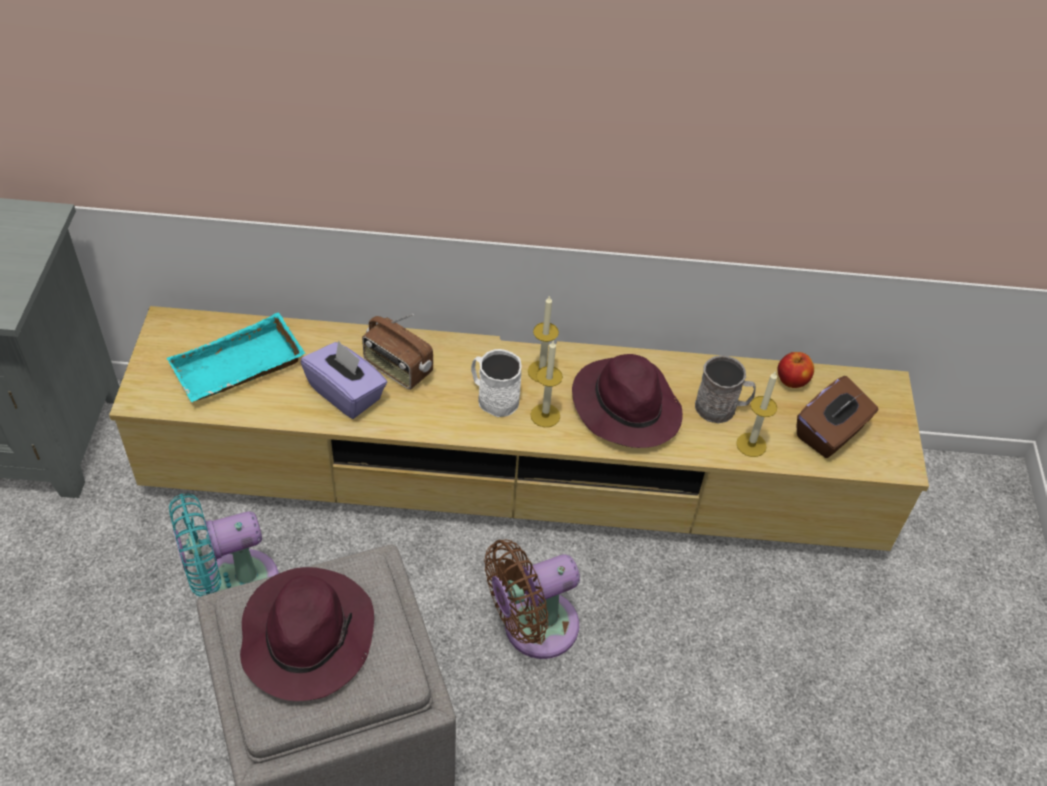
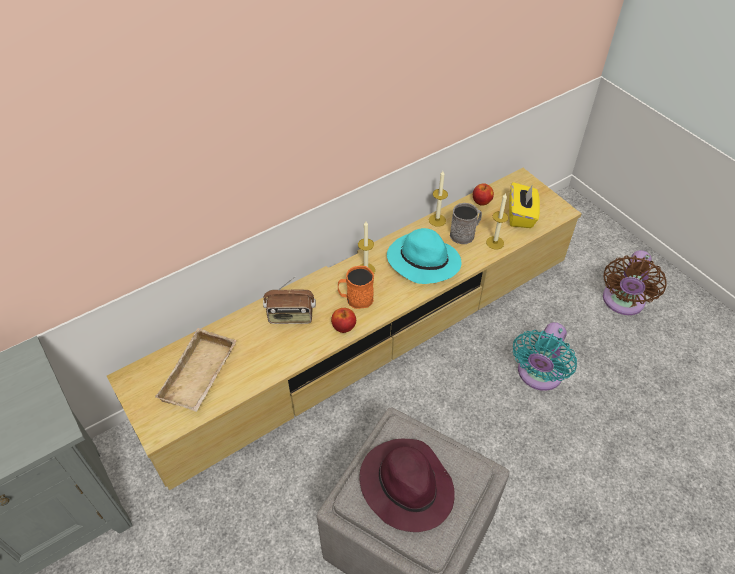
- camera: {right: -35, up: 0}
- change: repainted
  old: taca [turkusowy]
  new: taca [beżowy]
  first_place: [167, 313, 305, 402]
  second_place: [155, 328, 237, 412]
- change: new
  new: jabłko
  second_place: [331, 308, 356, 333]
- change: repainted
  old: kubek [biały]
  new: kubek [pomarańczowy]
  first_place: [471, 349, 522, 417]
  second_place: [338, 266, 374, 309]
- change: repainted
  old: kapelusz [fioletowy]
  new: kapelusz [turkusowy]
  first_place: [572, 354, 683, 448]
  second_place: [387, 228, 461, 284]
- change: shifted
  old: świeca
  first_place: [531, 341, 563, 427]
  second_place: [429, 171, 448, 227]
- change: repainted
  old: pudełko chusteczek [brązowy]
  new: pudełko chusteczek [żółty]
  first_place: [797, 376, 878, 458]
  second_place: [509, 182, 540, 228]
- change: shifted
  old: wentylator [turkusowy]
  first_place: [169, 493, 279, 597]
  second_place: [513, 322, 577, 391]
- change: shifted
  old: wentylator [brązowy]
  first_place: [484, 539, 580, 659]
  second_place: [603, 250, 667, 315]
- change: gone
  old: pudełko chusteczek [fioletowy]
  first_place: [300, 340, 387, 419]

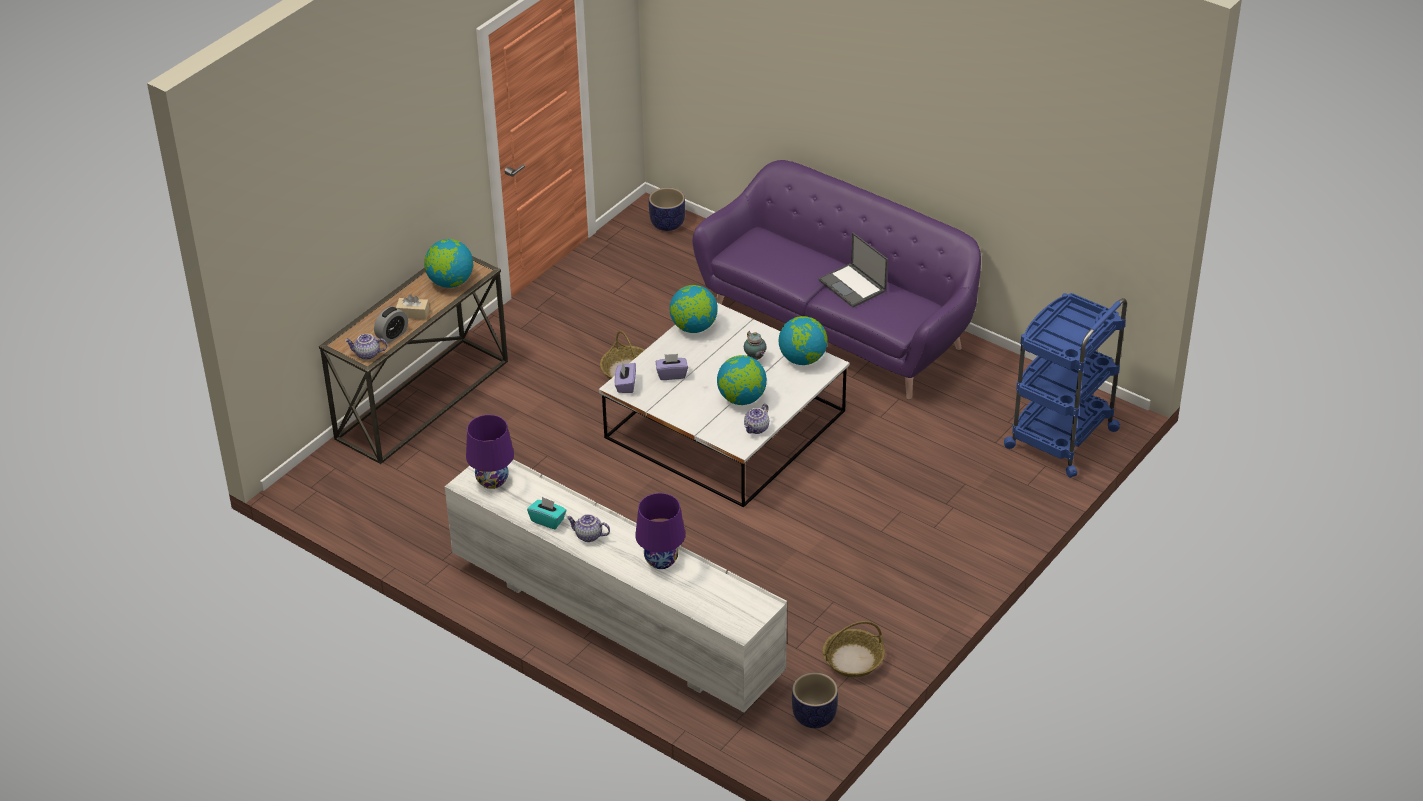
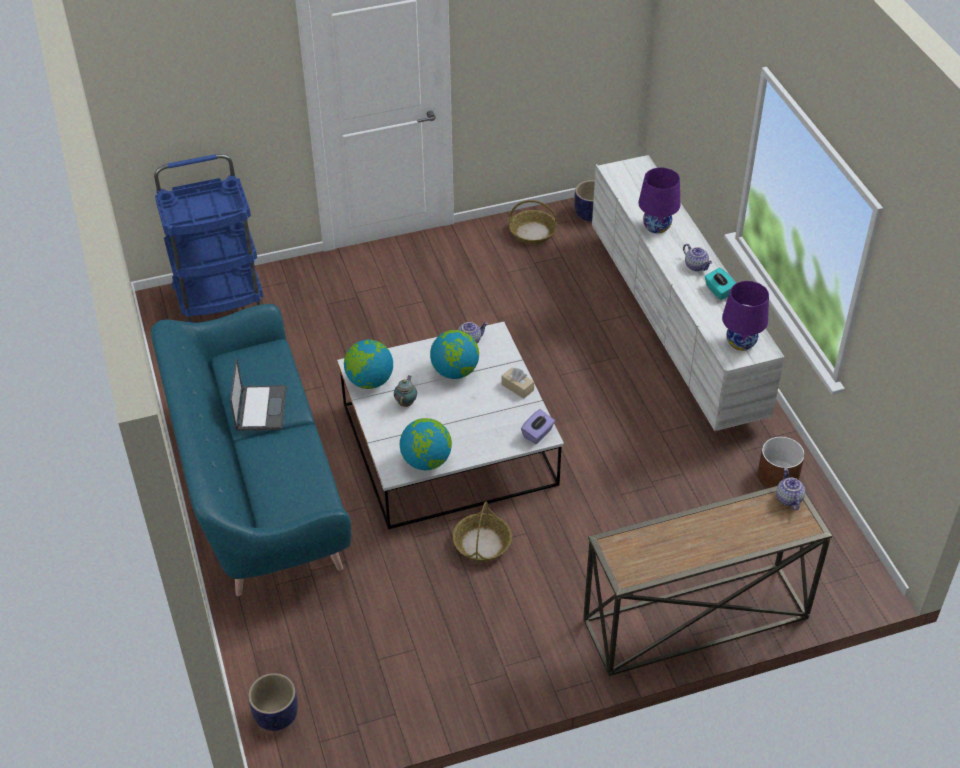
- camera: {right: -145, up: 5}
- change: repainted
  old: kanapa [fioletowy]
  new: kanapa [turkusowy]
  first_place: [692, 160, 981, 400]
  second_place: [151, 304, 351, 597]
- change: shifted
  old: pudełko chusteczek [beżowy]
  first_place: [396, 294, 429, 320]
  second_place: [502, 368, 534, 399]
- change: new
  new: donica [brązowy]
  second_place: [758, 437, 805, 488]
- change: rotated
  old: imbryk
  first_place: [345, 334, 387, 360]
  second_place: [776, 468, 805, 510]
  degrees: -135
- change: gone
  old: budzik
  first_place: [374, 307, 408, 343]
- change: gone
  old: globus
  first_place: [424, 239, 473, 288]
- change: gone
  old: pudełko chusteczek [fioletowy]
  first_place: [656, 354, 688, 380]

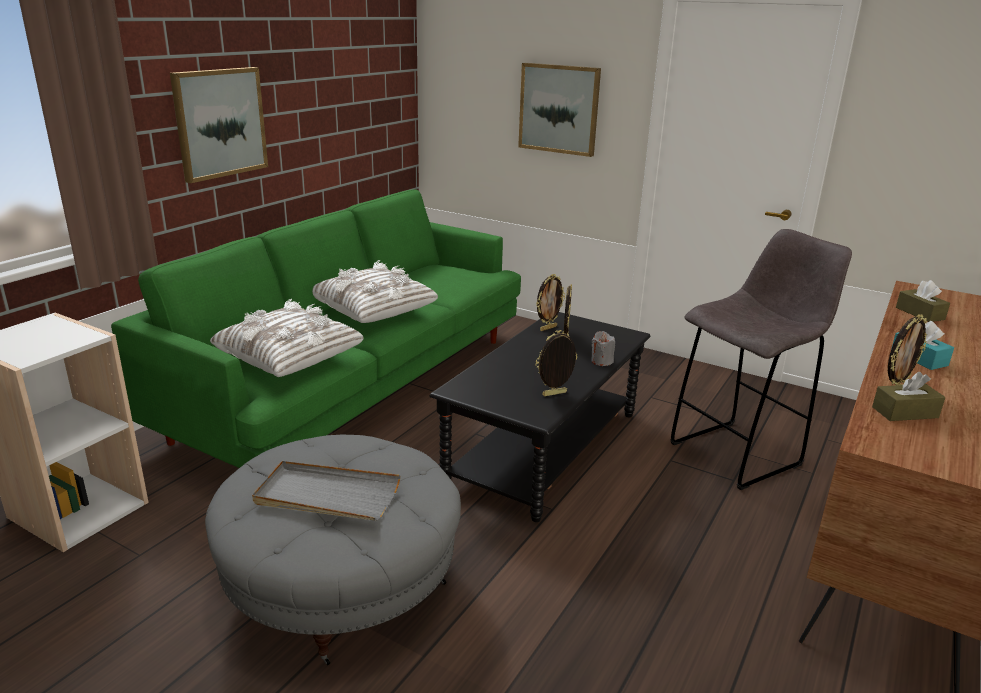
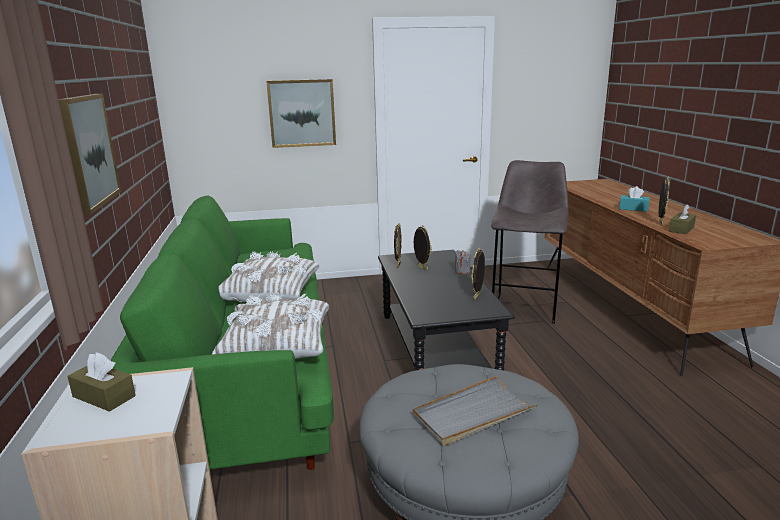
- camera: {right: -40, up: -5}
- change: shifted
  old: pudełko chusteczek [brązowy]
  first_place: [896, 280, 950, 322]
  second_place: [67, 352, 136, 412]

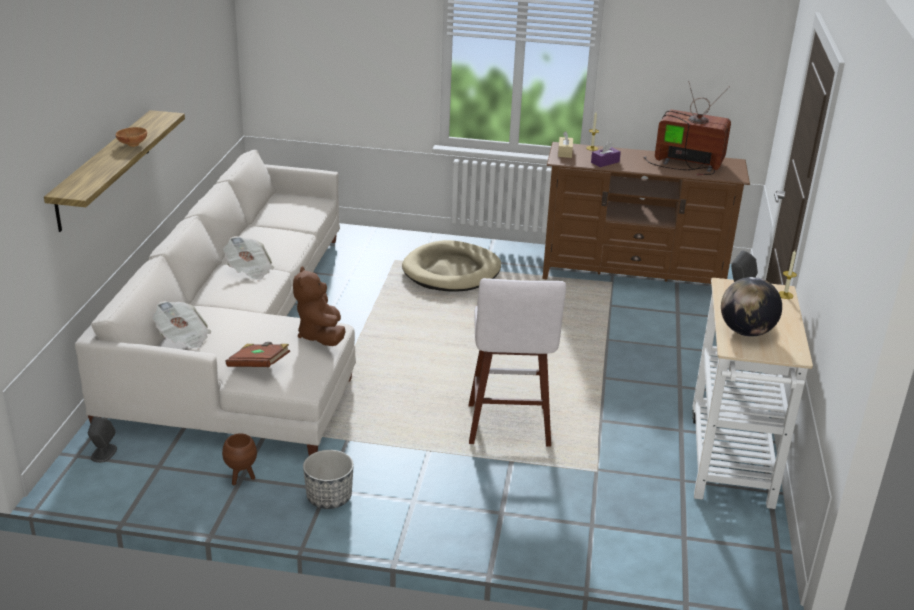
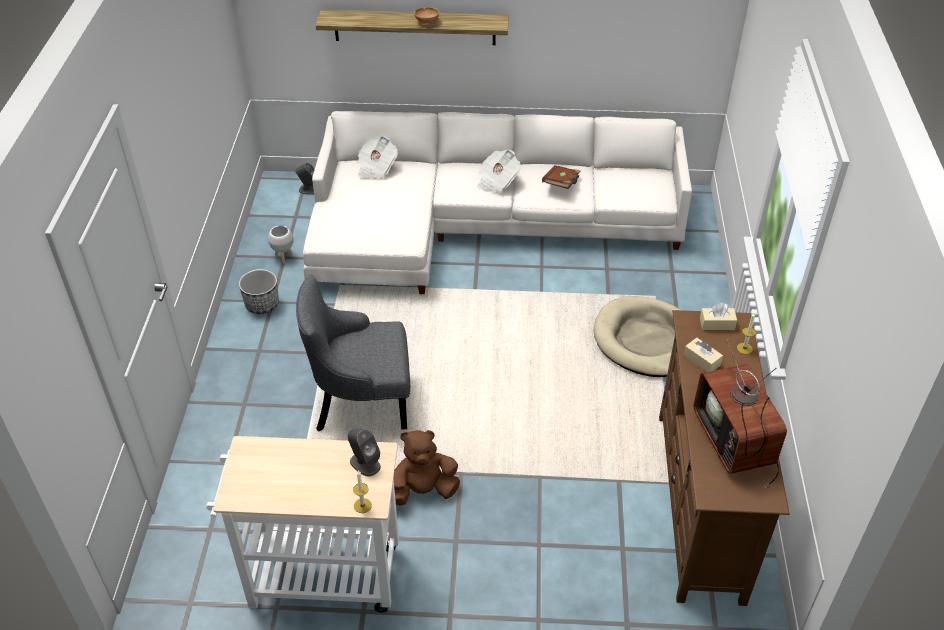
- camera: {right: 85, up: 15}
- change: repainted
  old: donica [brązowy]
  new: donica [biały]
  first_place: [222, 433, 257, 485]
  second_place: [268, 225, 294, 264]
- change: swapped
  old: stołek [biały]
  new: fotel [szary]
  first_place: [469, 278, 566, 447]
  second_place: [296, 274, 410, 432]
- change: shifted
  old: pluszak [brązowy]
  first_place: [293, 266, 346, 346]
  second_place: [394, 430, 460, 506]
- change: shifted
  old: książka [brązowy]
  first_place: [225, 342, 290, 367]
  second_place: [542, 165, 580, 189]
- change: repainted
  old: pudełko chusteczek [fioletowy]
  new: pudełko chusteczek [beżowy]
  first_place: [591, 141, 621, 167]
  second_place: [683, 338, 723, 372]
- change: rotated
  old: telewizor
  first_place: [643, 81, 731, 175]
  second_place: [694, 340, 787, 488]
  degrees: 150
- change: gone
  old: globus
  first_place: [721, 277, 782, 336]

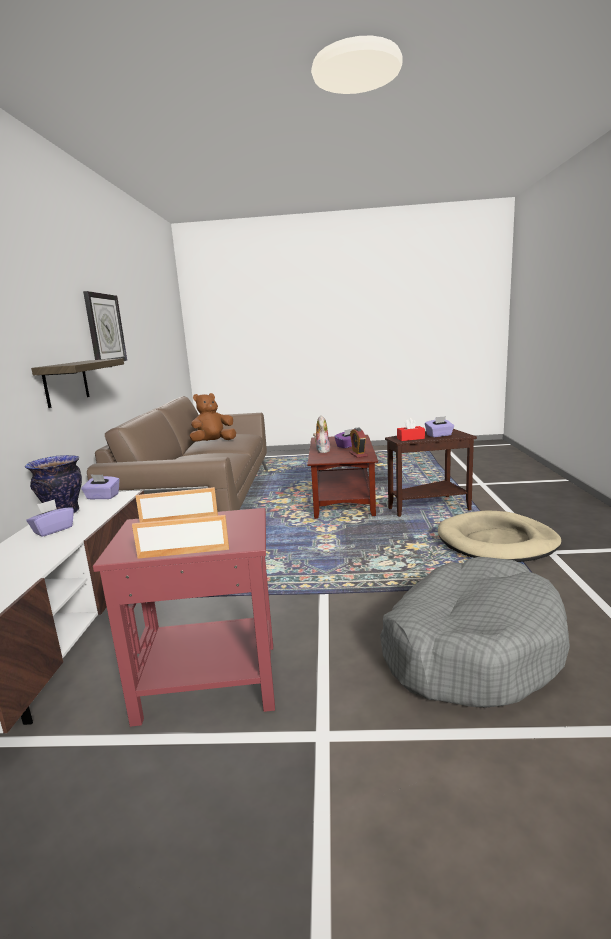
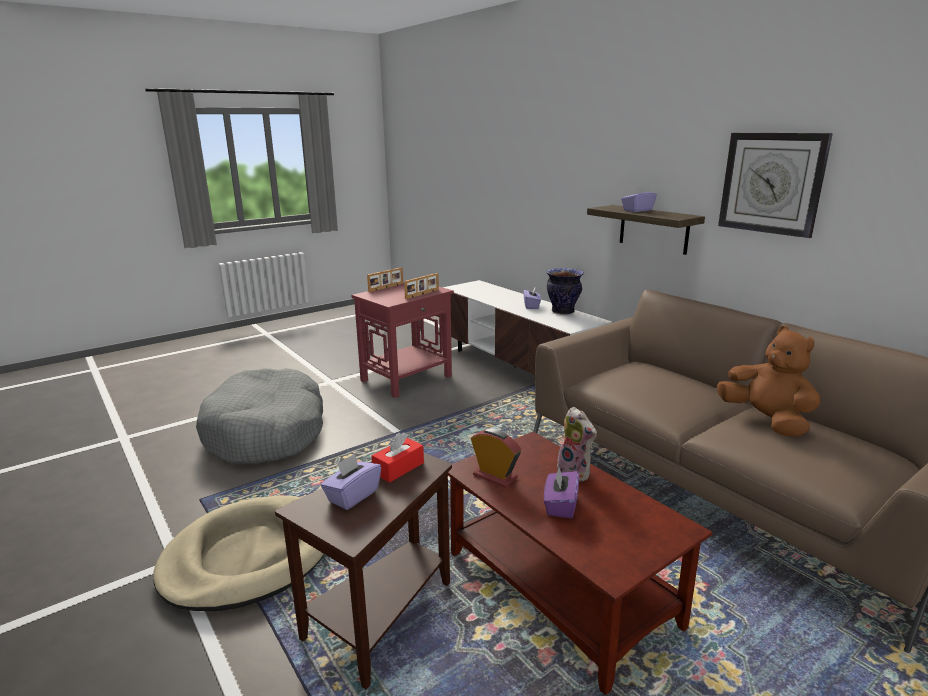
- camera: {right: 140, up: 5}
- change: shifted
  old: pudełko chusteczek [fioletowy]
  first_place: [81, 474, 120, 499]
  second_place: [621, 185, 657, 212]
- change: rotated
  old: pluszak [brązowy]
  first_place: [189, 393, 236, 442]
  second_place: [717, 326, 820, 437]
  degrees: -45

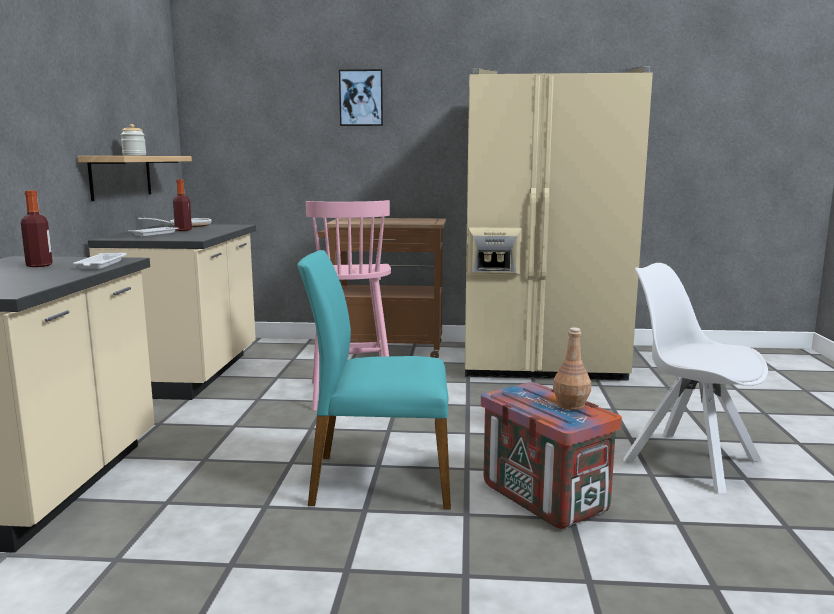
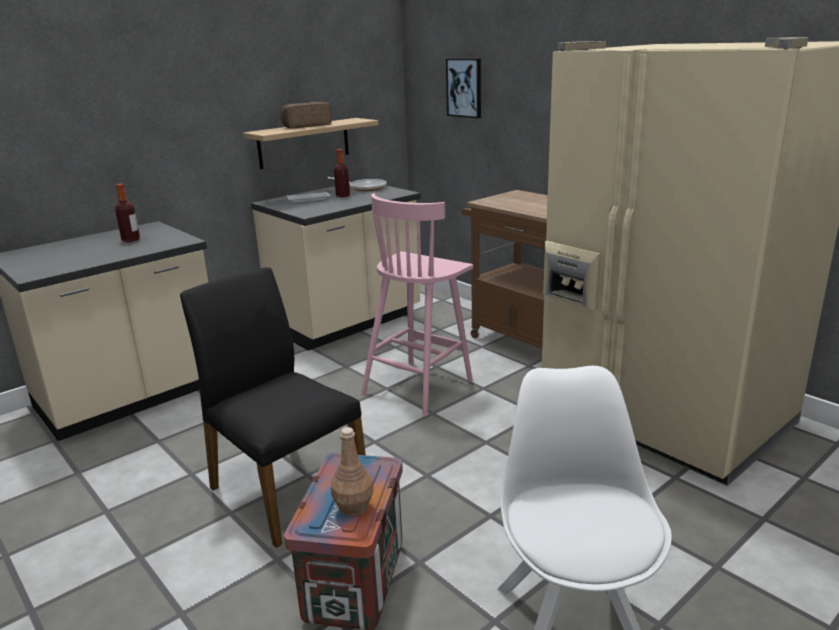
- camera: {right: 45, up: 10}
- change: repainted
  old: krzesło [turkusowy]
  new: krzesło [czarny]
  first_place: [298, 250, 451, 510]
  second_place: [180, 267, 366, 548]
- change: swapped
  old: słoik
  new: chleb
  first_place: [121, 124, 146, 156]
  second_place: [281, 102, 331, 128]
- change: shifted
  old: obraz
  first_place: [339, 69, 383, 126]
  second_place: [446, 58, 481, 118]
- change: gone
  old: taca [biały]
  first_place: [73, 253, 127, 269]

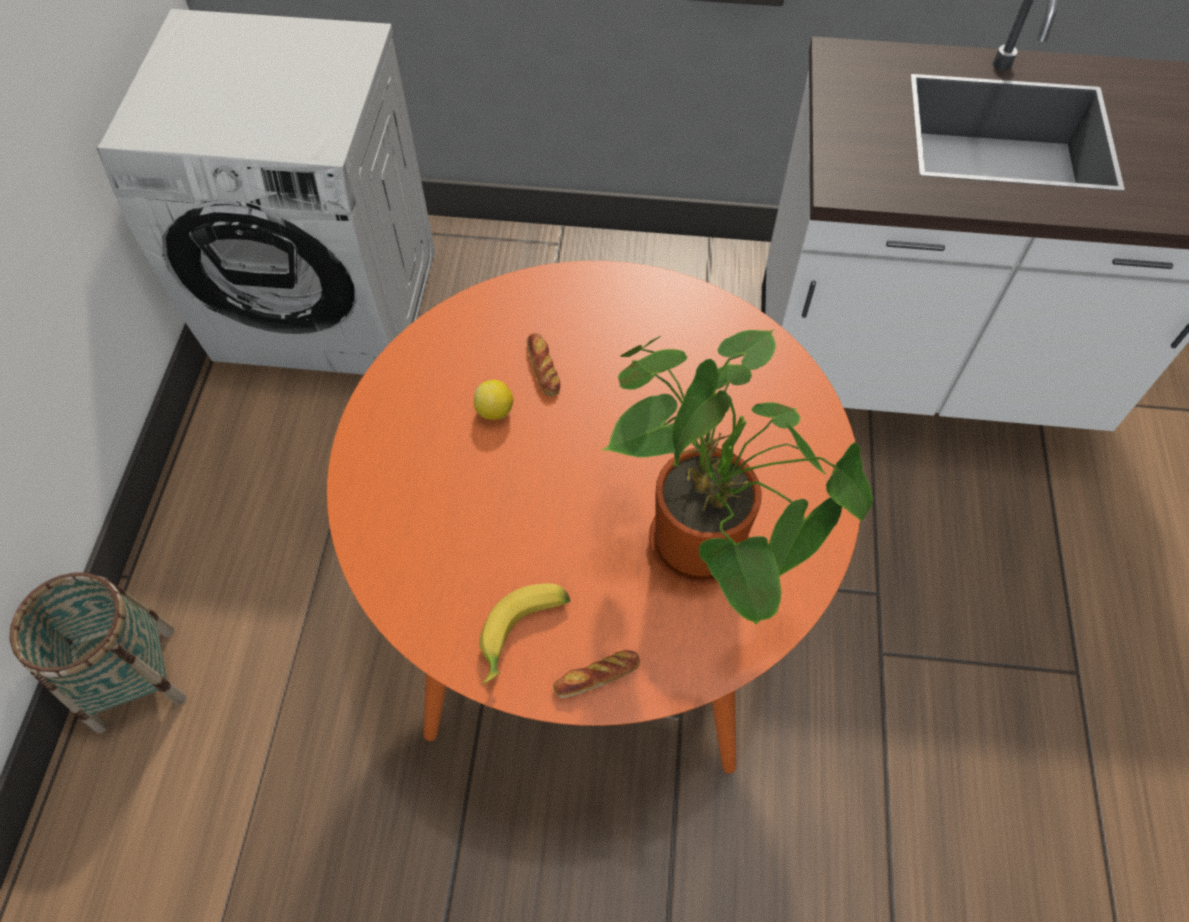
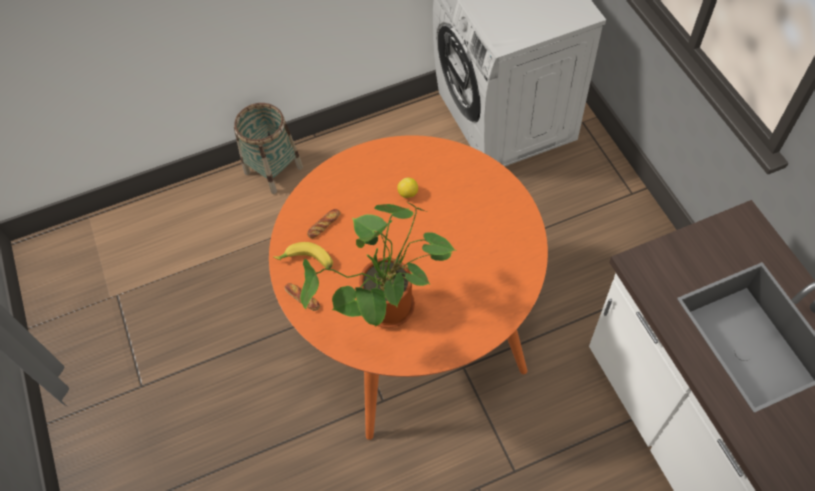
- camera: {right: 65, up: 0}
- change: shifted
  old: chleb
  first_place: [527, 333, 560, 396]
  second_place: [307, 209, 340, 239]

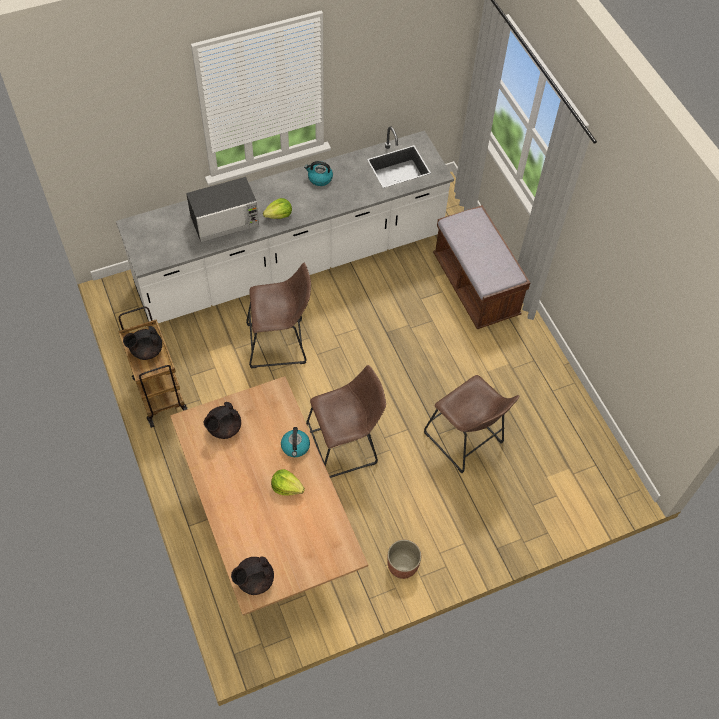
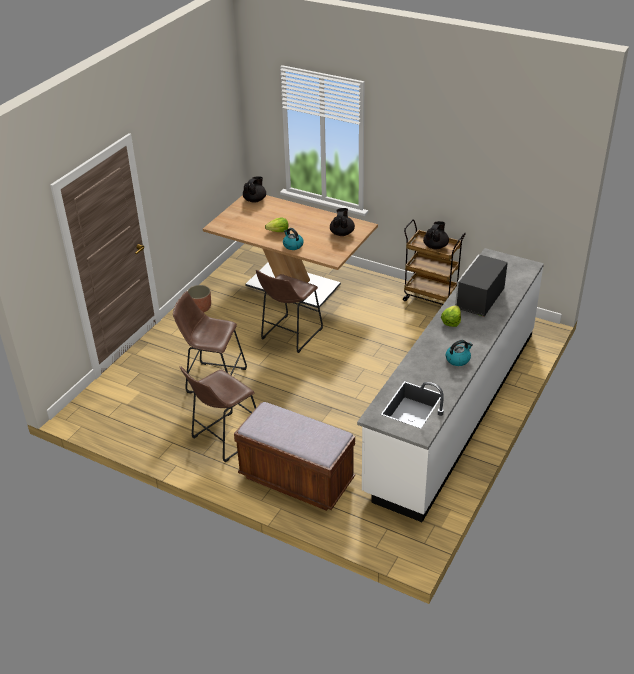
- camera: {right: 145, up: -20}
- change: shifted
  old: stołek [brązowy]
  first_place: [246, 263, 311, 368]
  second_place: [179, 366, 256, 463]

